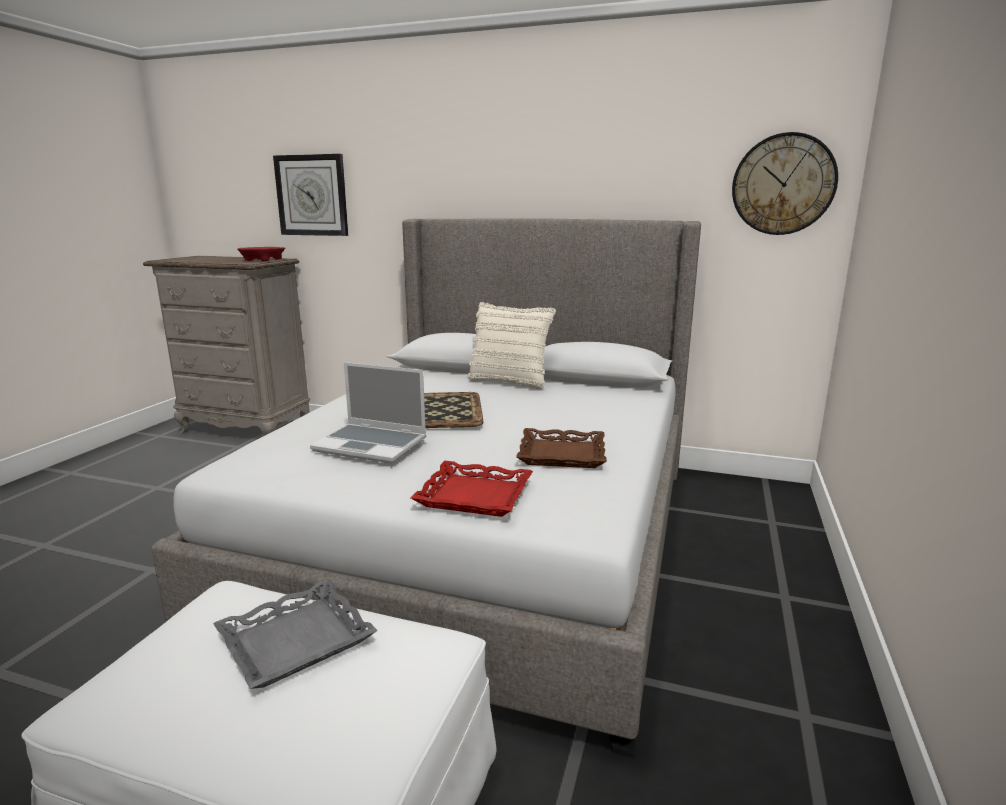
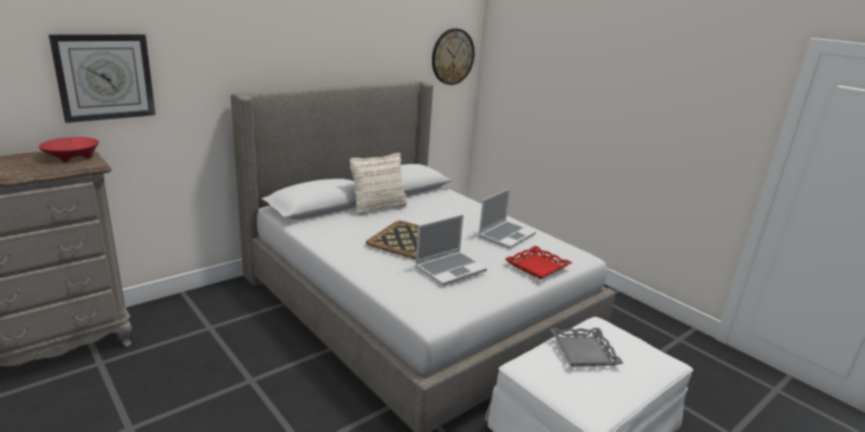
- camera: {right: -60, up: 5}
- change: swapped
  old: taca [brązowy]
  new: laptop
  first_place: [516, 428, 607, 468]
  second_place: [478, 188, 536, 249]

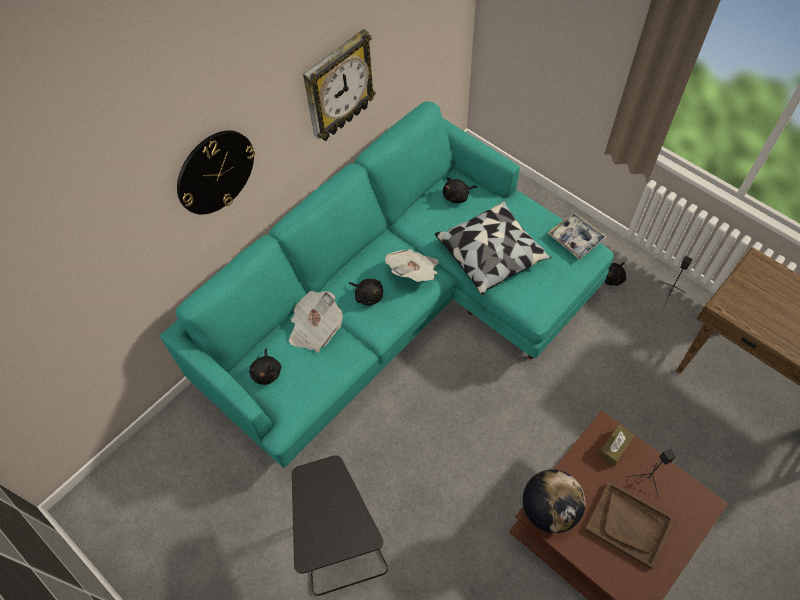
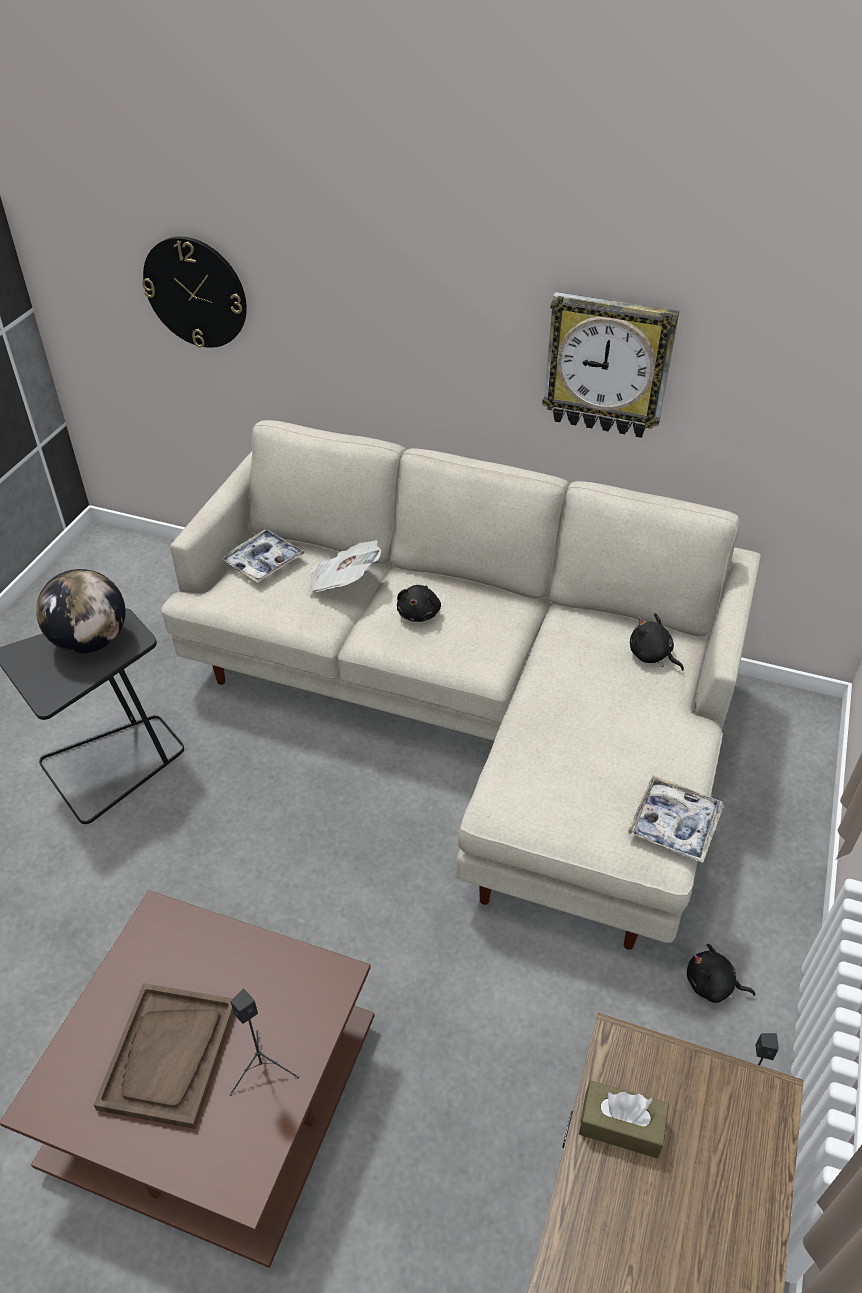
- camera: {right: 65, up: -15}
- change: shifted
  old: globus
  first_place: [523, 469, 585, 533]
  second_place: [36, 569, 125, 653]
- change: shifted
  old: zegar ścienny
  first_place: [177, 130, 255, 215]
  second_place: [142, 236, 247, 348]
- change: repainted
  old: kanapa [turkusowy]
  new: kanapa [beżowy]
  first_place: [160, 101, 614, 468]
  second_place: [161, 420, 761, 950]
- change: swapped
  old: pluszak [czarny]
  new: taca
  first_place: [249, 348, 281, 385]
  second_place: [221, 530, 305, 583]
- change: shifted
  old: pudełko chusteczek [brązowy]
  first_place: [598, 425, 635, 466]
  second_place: [579, 1080, 669, 1158]
- change: gone
  old: gazeta
  first_place: [385, 249, 439, 282]
- change: gone
  old: poduszka
  first_place: [435, 201, 551, 295]

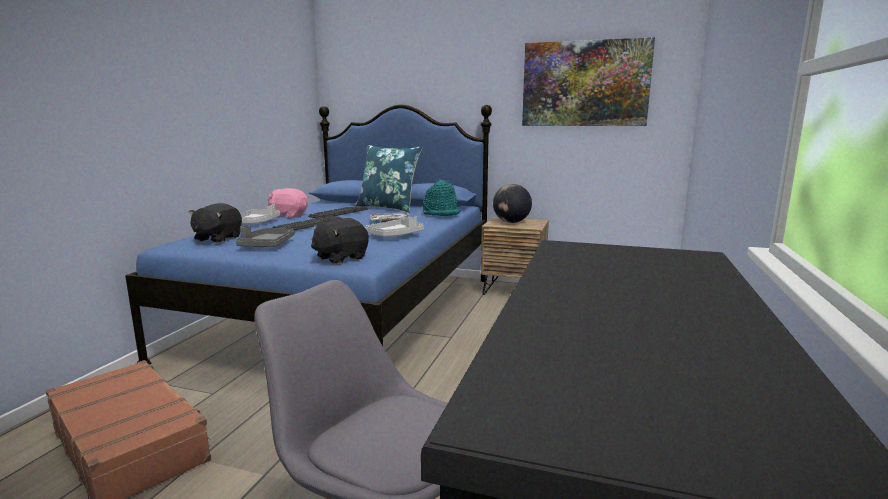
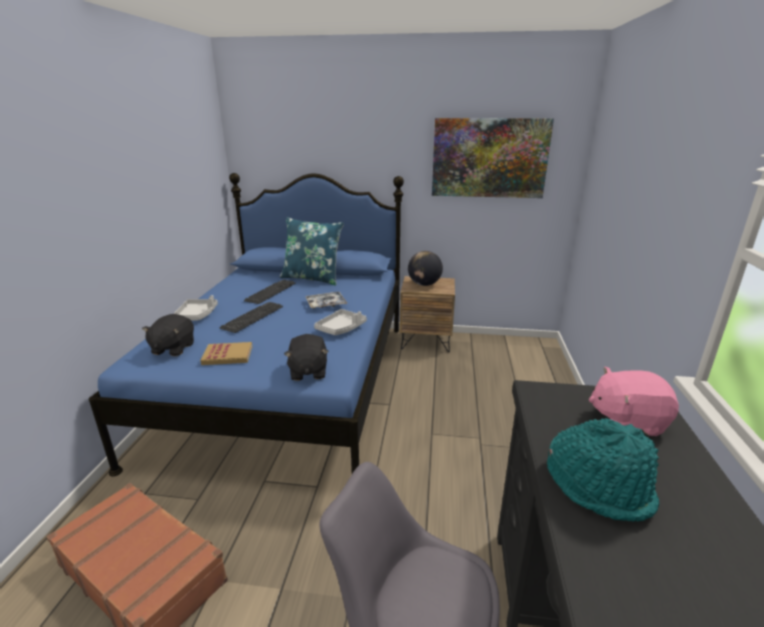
- camera: {right: -10, up: 10}
- change: swapped
  old: taca [szary]
  new: książka
  first_place: [236, 225, 295, 247]
  second_place: [201, 342, 252, 365]
- change: rotated
  old: pluszak [czarny]
  first_place: [311, 218, 369, 264]
  second_place: [284, 334, 329, 381]
  degrees: -45
- change: shifted
  old: kapelusz [turkusowy]
  first_place: [423, 180, 460, 216]
  second_place: [547, 418, 659, 522]
- change: shifted
  old: pluszak [różowy]
  first_place: [268, 188, 308, 218]
  second_place: [589, 367, 679, 436]

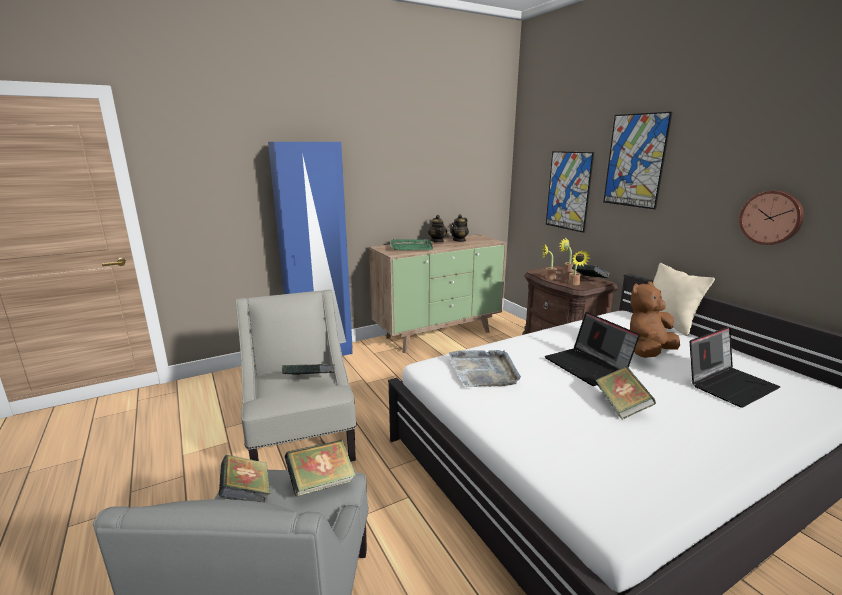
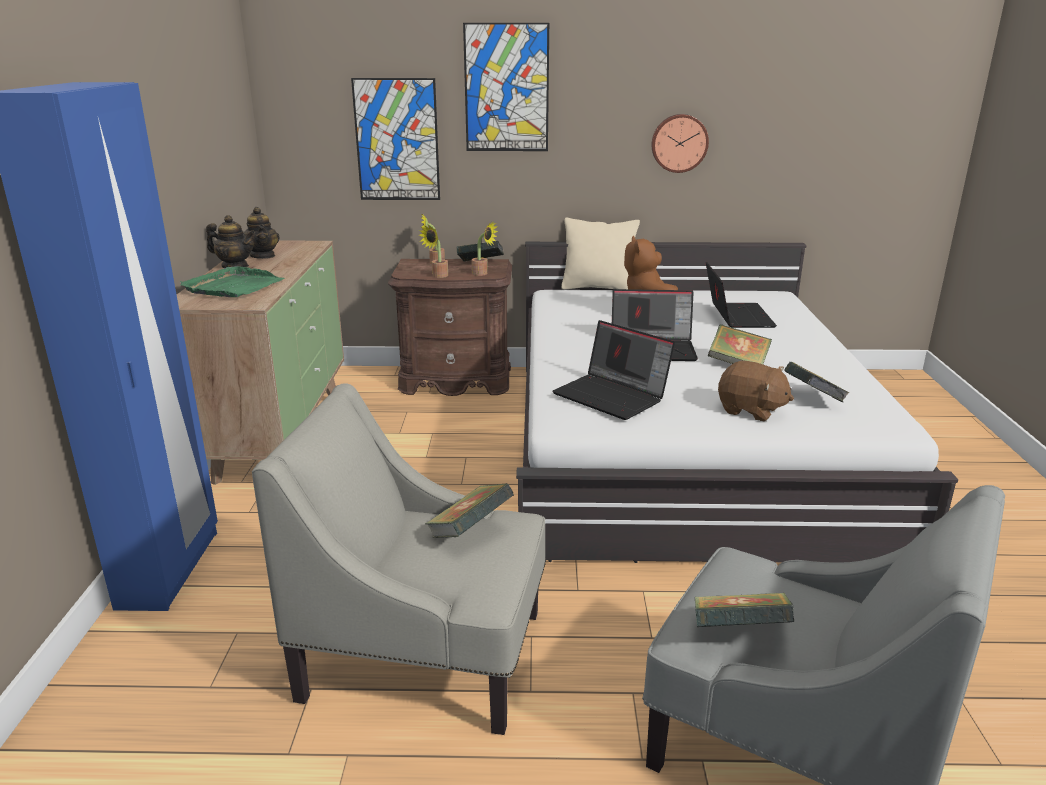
- camera: {right: -60, up: 5}
- change: swapped
  old: taca [szary]
  new: laptop
  first_place: [449, 350, 521, 387]
  second_place: [552, 320, 675, 420]
- change: new
  new: pluszak [brązowy]
  second_place: [718, 361, 794, 422]
- change: shifted
  old: książka
  first_place: [285, 440, 356, 497]
  second_place: [785, 362, 849, 402]

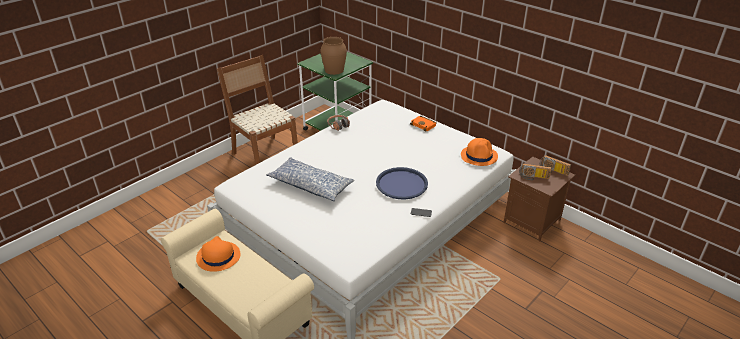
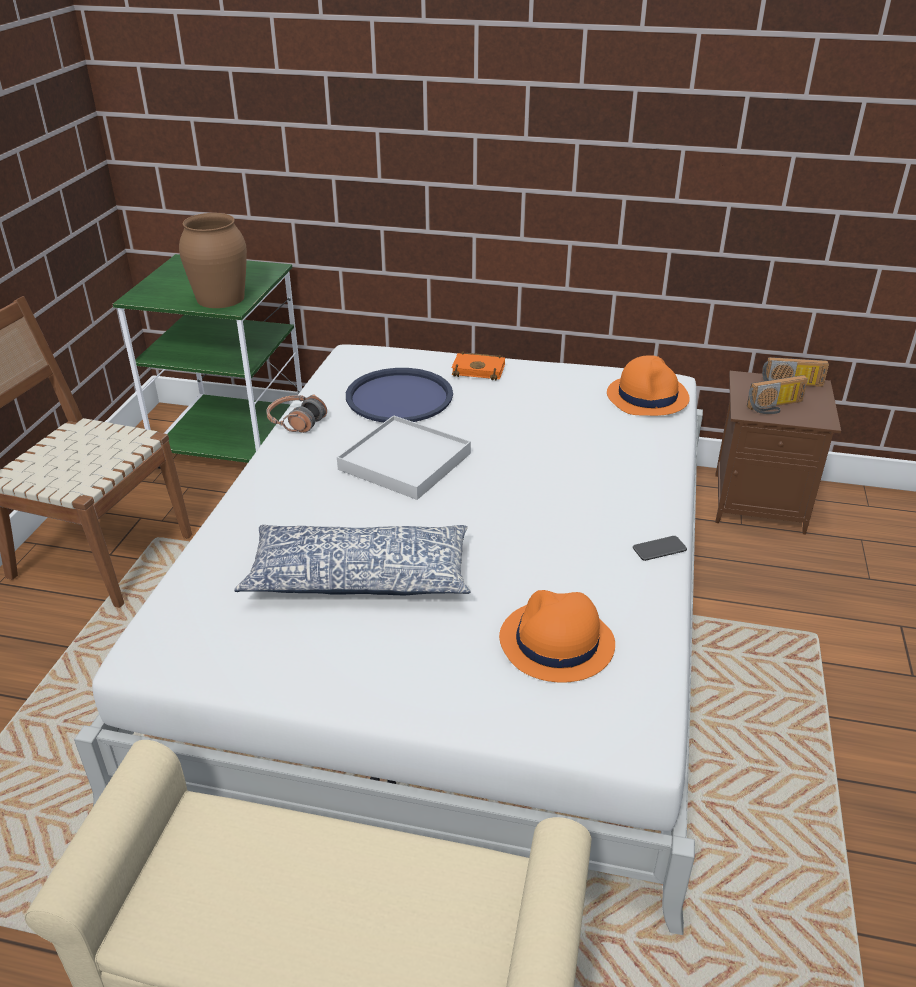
- camera: {right: -30, up: 0}
- change: new
  new: taca [biały]
  second_place: [337, 415, 471, 500]
- change: shifted
  old: taca [niebieski]
  first_place: [376, 167, 428, 199]
  second_place: [346, 368, 453, 422]
- change: shifted
  old: kapelusz [pomarańczowy]
  first_place: [196, 236, 240, 272]
  second_place: [499, 590, 615, 683]

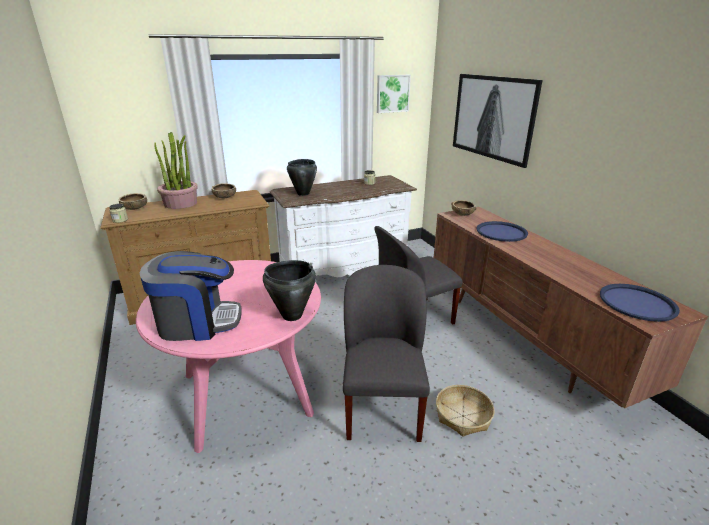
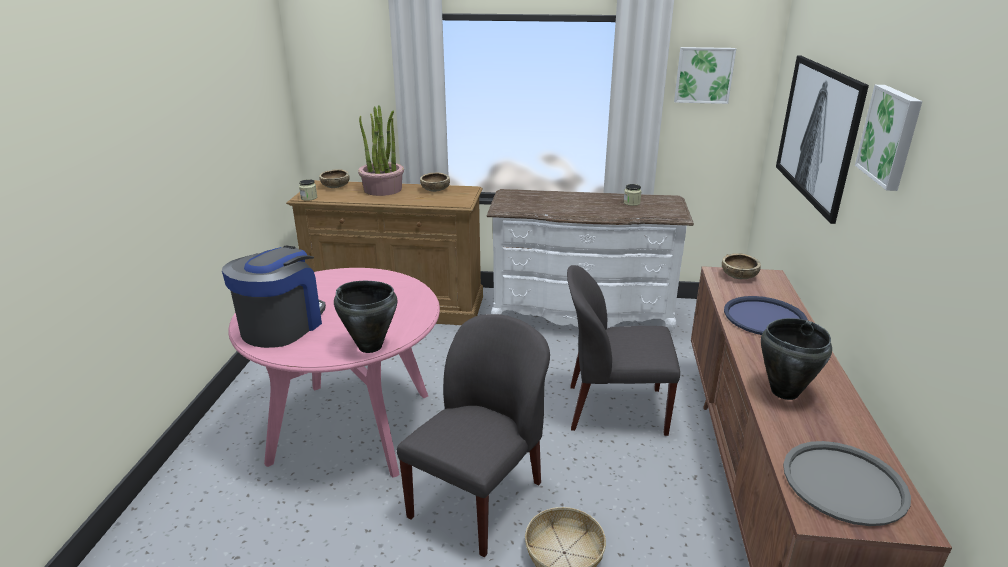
- camera: {right: 30, up: 0}
- change: rotated
  old: ekspres do kawy
  first_place: [140, 251, 242, 341]
  second_place: [222, 246, 326, 348]
  degrees: -90
- change: shifted
  old: garnek [czarny]
  first_place: [287, 159, 317, 196]
  second_place: [761, 318, 832, 400]
- change: repainted
  old: taca [niebieski]
  new: taca [szary]
  first_place: [600, 284, 680, 322]
  second_place: [783, 441, 911, 526]
- change: new
  new: obraz
  second_place: [855, 85, 923, 191]

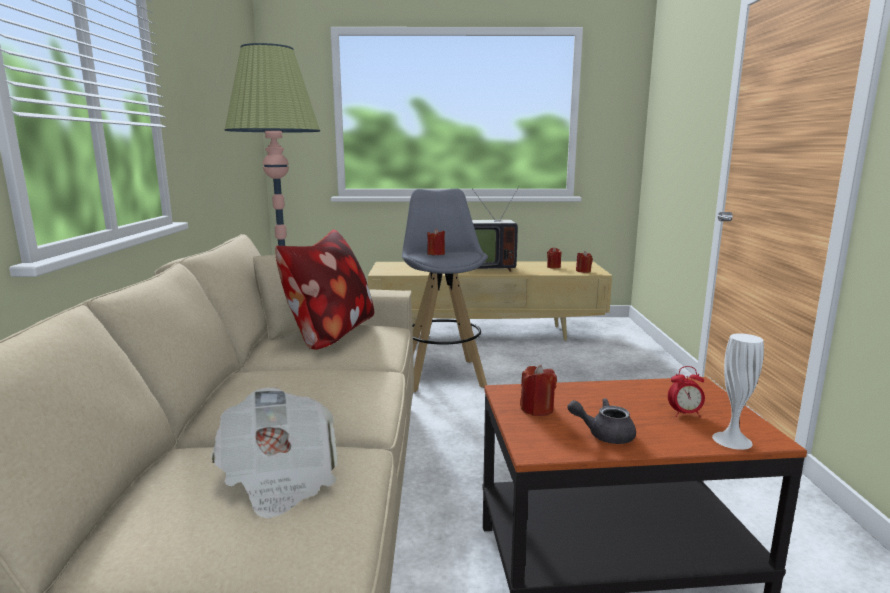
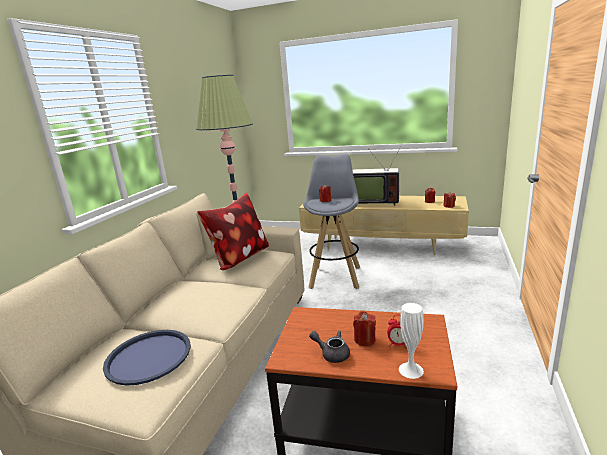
- camera: {right: 20, up: 5}
- change: swapped
  old: gazeta
  new: taca [niebieski]
  first_place: [211, 387, 337, 519]
  second_place: [103, 330, 191, 386]
- change: shifted
  old: świeca [czerwony]
  first_place: [520, 364, 557, 416]
  second_place: [353, 311, 376, 346]

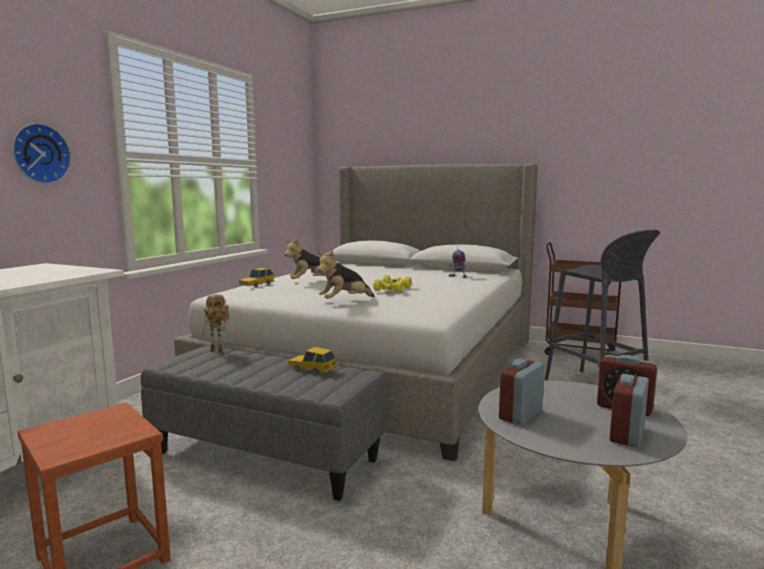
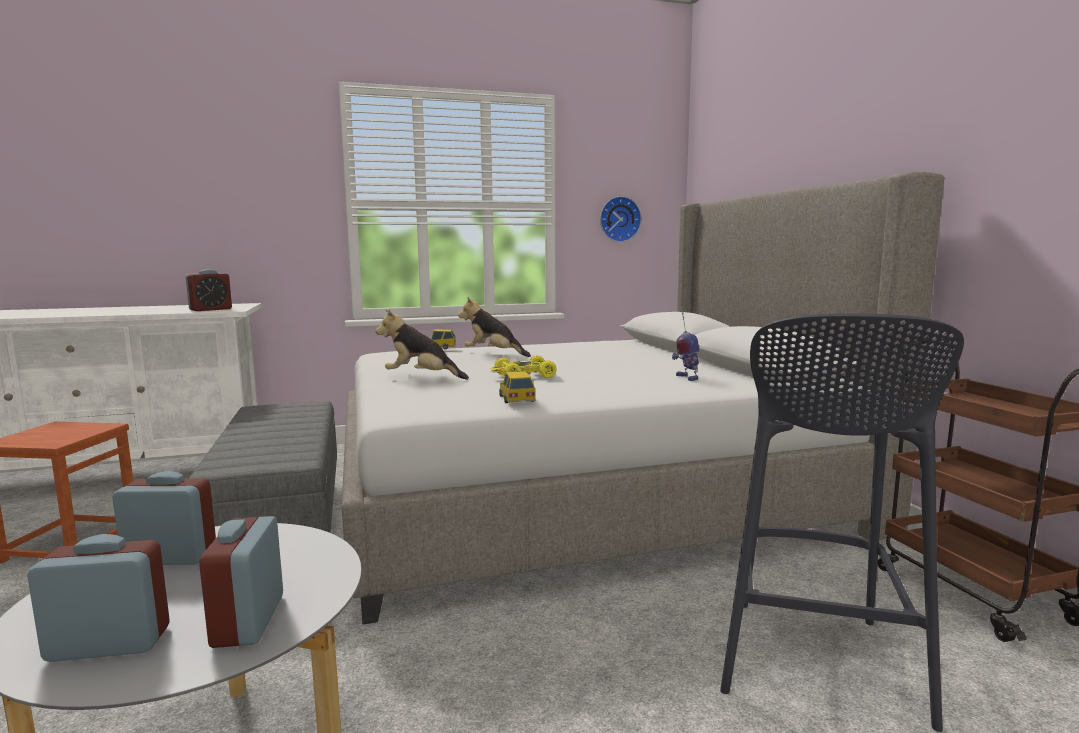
- camera: {right: 50, up: 0}
- change: new
  new: budzik
  second_place: [186, 270, 232, 311]
- change: shifted
  old: samochodzik
  first_place: [288, 347, 337, 375]
  second_place: [499, 371, 536, 403]
- change: shifted
  old: zegar ścienny
  first_place: [12, 123, 71, 184]
  second_place: [600, 196, 642, 242]
- change: gone
  old: robot zabawkowy
  first_place: [202, 295, 229, 353]

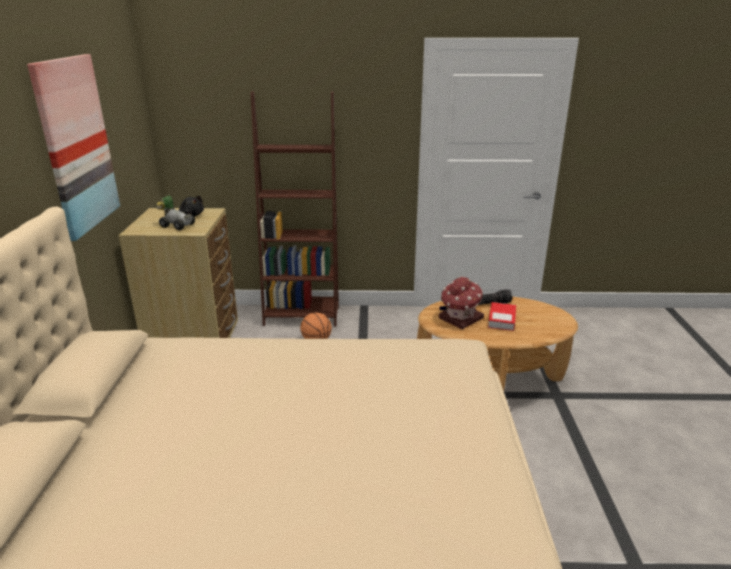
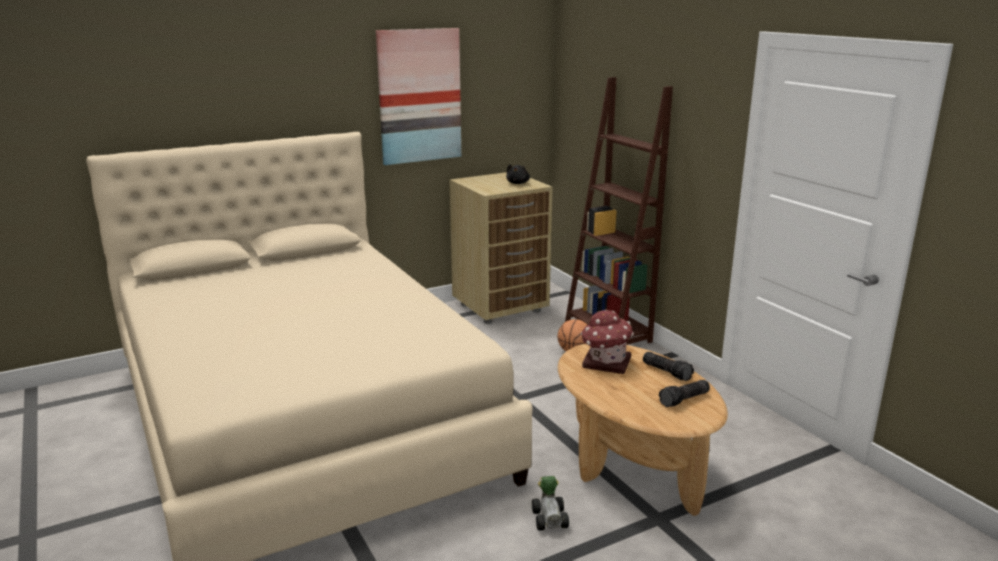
- camera: {right: 60, up: -5}
- change: shifted
  old: samochodzik
  first_place: [157, 196, 195, 230]
  second_place: [532, 476, 569, 531]
- change: new
  new: latarka
  second_place: [659, 380, 710, 407]
- change: gone
  old: książka
  first_place: [488, 302, 516, 331]

